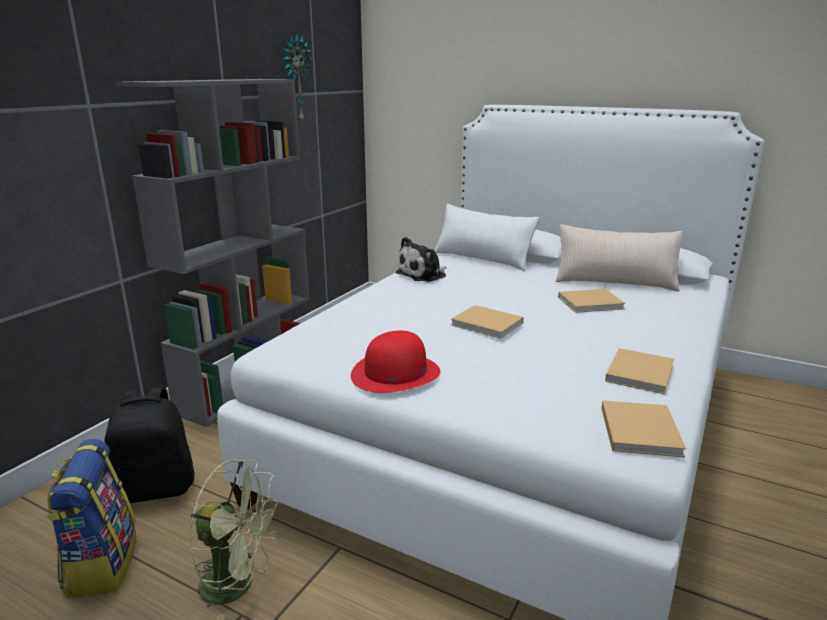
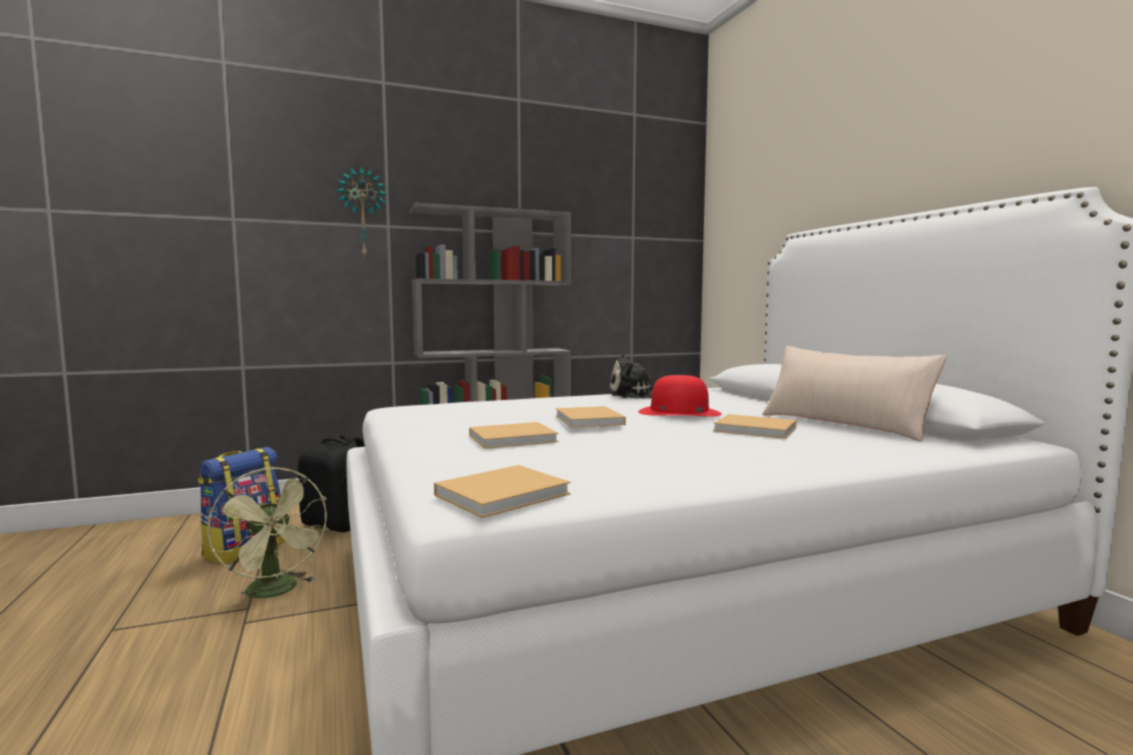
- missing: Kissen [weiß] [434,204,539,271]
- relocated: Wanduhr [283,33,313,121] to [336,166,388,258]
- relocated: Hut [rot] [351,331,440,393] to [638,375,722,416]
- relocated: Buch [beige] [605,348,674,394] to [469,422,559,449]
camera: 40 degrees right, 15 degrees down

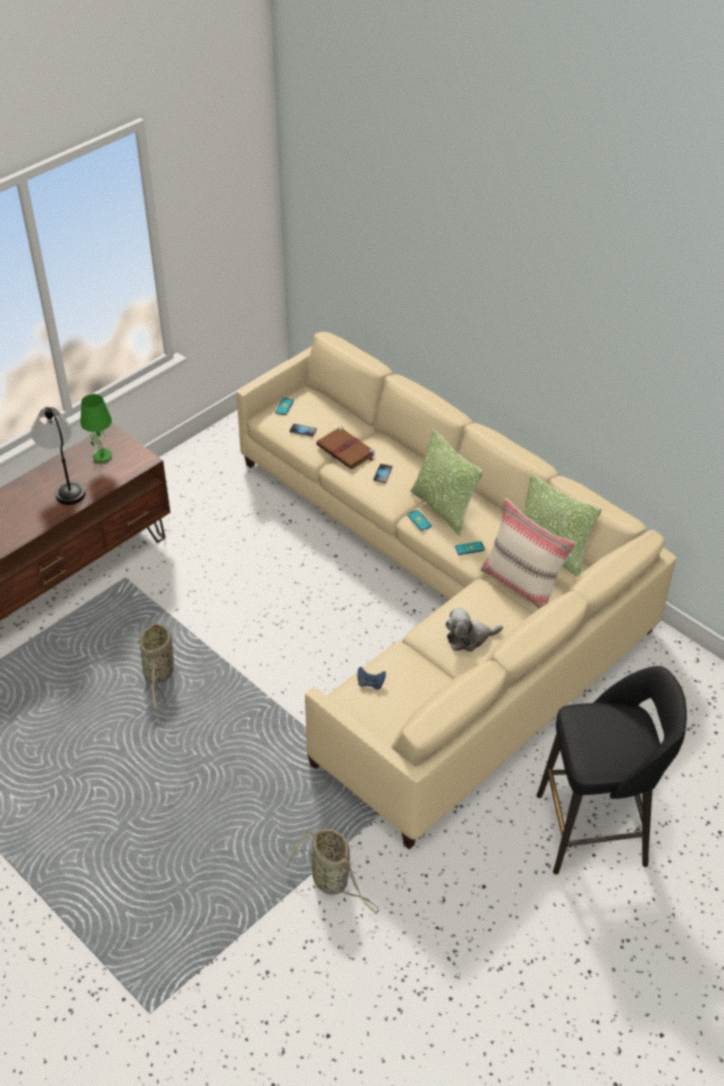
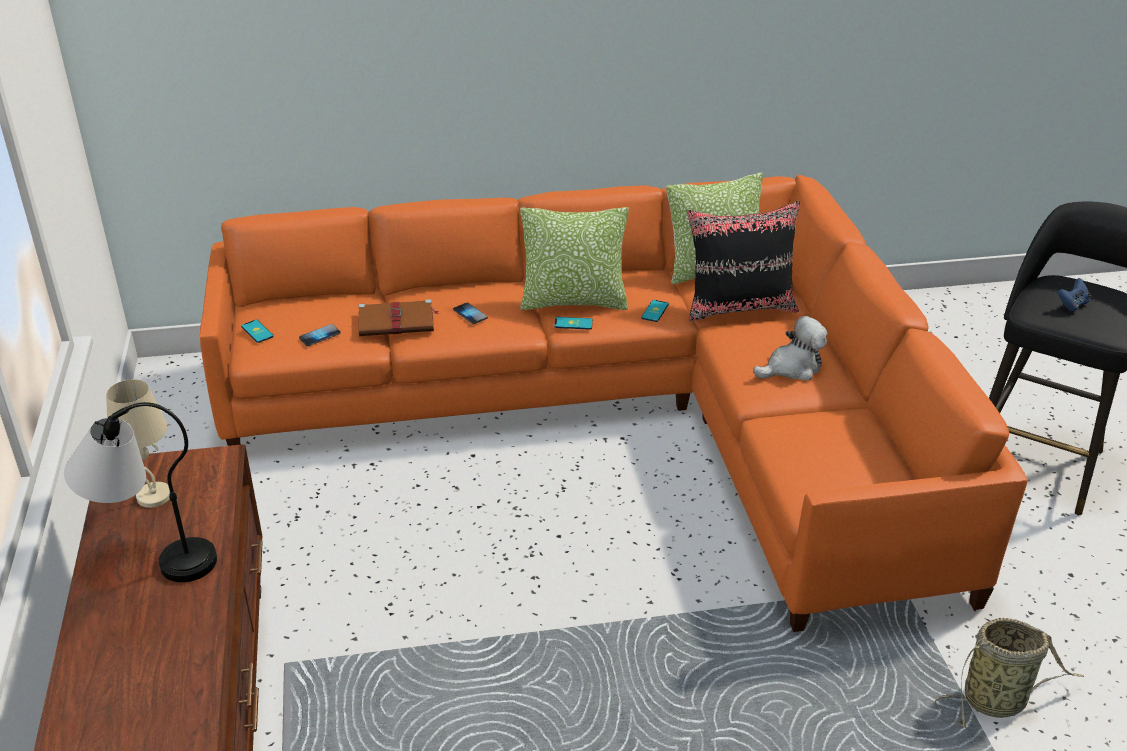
- missing: Korb [137,619,174,711]
- relocated: Gamepad [blau] [358,667,386,690] to [1058,278,1092,311]
- colour: Tischlampe [grün] [81,394,112,463] to Tischlampe [beige] [106,379,170,508]
- colour: Sofa [beige] [237,332,677,849] to Sofa [orange] [200,175,1028,632]
- colour: Kissen [beige] [480,498,576,609] to Kissen [schwarz] [687,201,800,322]
- spun: Plüschtier [445,608,503,652] = [753,316,827,381] 135 degrees counterclockwise
camera: 55 degrees left, 10 degrees down

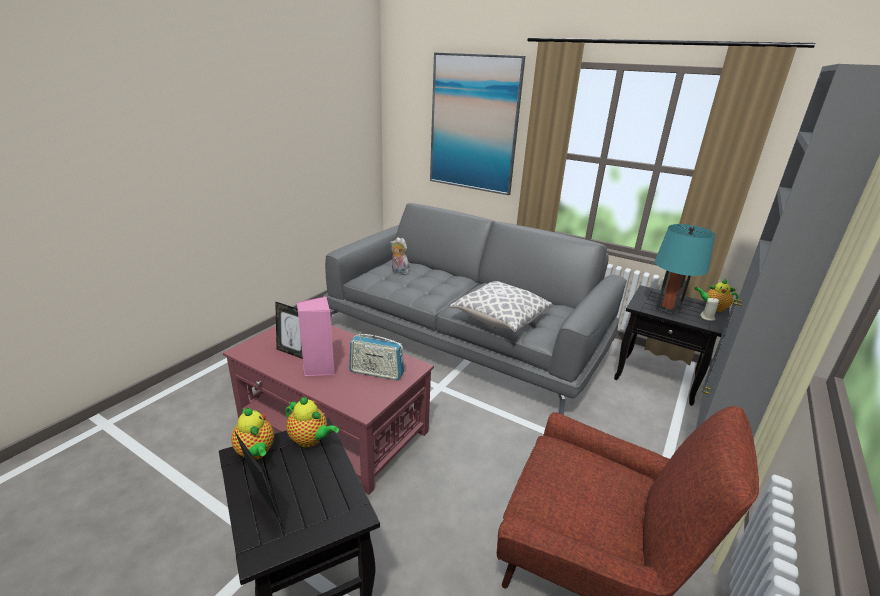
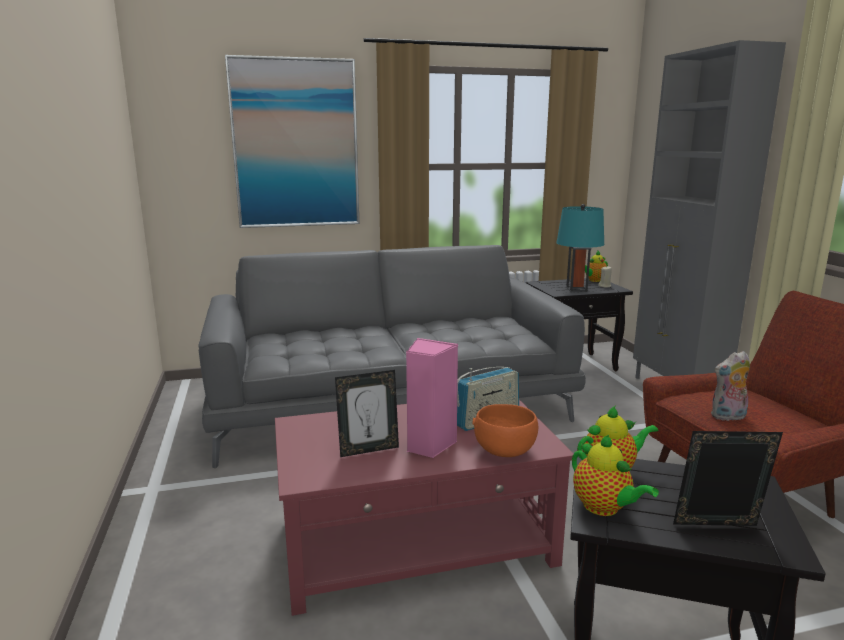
- missing: Kissen [449,281,552,332]
- appeared: Schüssel [orange] [472,404,538,457]
- relocated: Plüschtier [390,237,409,275] to [711,351,750,421]
- spun: Teekanne [231,408,274,460] = [572,435,659,516] 45 degrees clockwise
camera: 45 degrees left, 10 degrees down

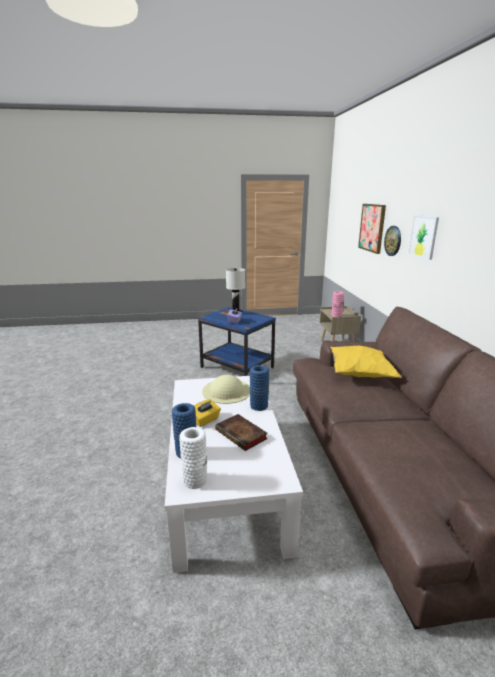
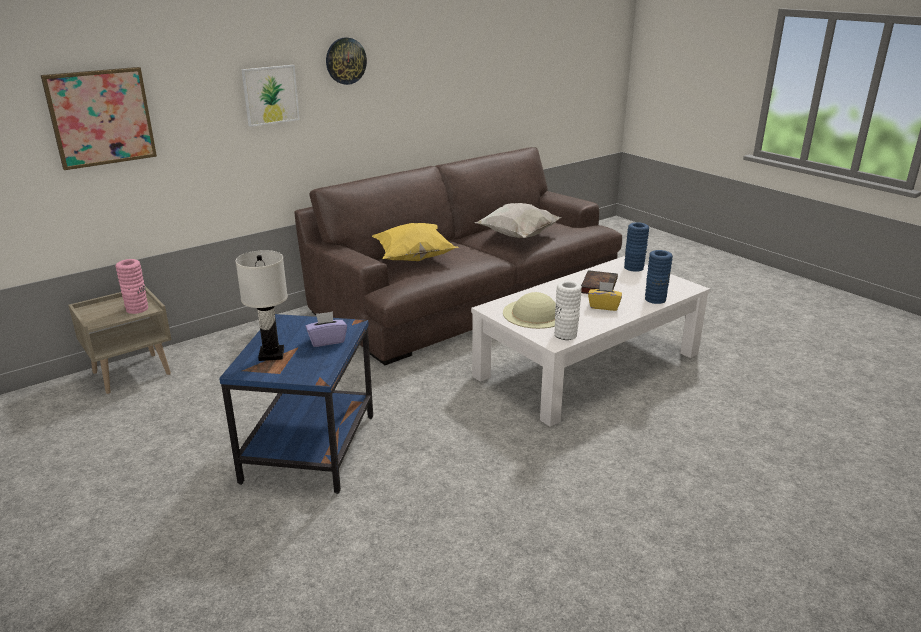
- appeared: Kissen [weiß] [475,203,562,238]
- relocated: Vase [weiß] [179,427,207,489] to [554,281,582,340]
- relocated: Vase [blau] [250,365,269,411] to [624,222,649,272]
- relocated: Wanduhr [384,226,401,256] to [326,37,367,85]
camera: 120 degrees left, 5 degrees up

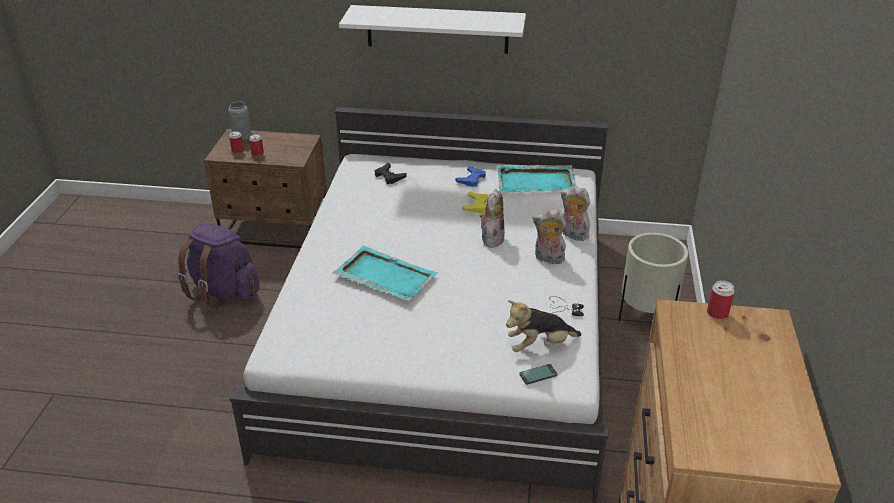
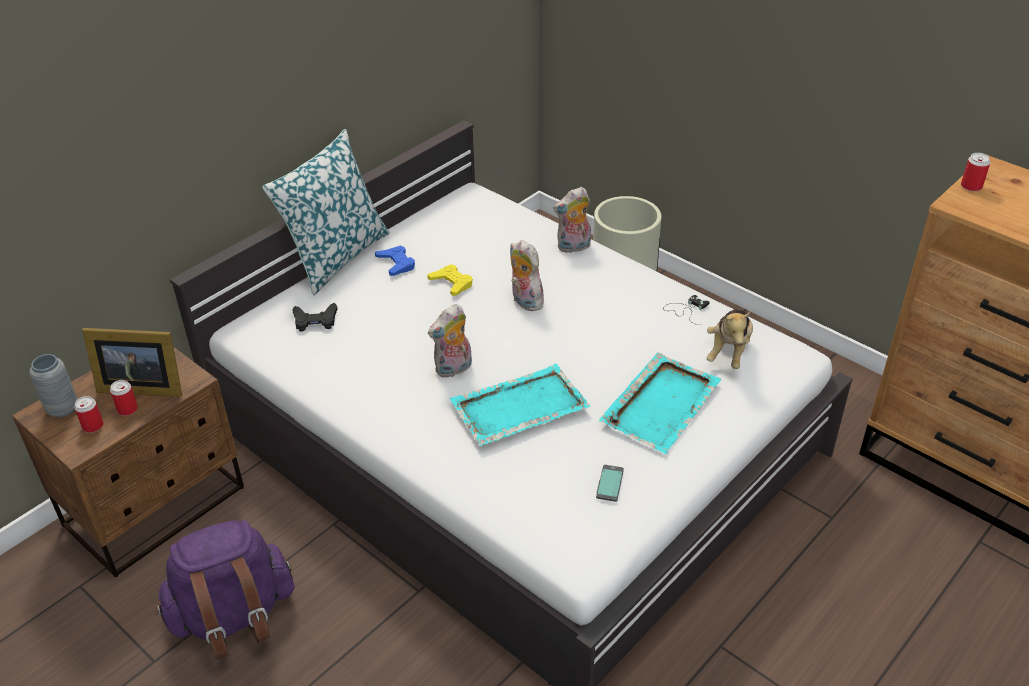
- missing: Wandregal [weiß] [339,5,526,54]
- appeared: Bilderrahmen [82,328,182,397]
- appeared: Kissen [262,129,390,295]
- relocated: Tablett [türkis] [497,165,577,192] to [599,353,721,454]
- relocated: Handy [519,364,557,385] to [596,465,624,502]
- relocated: Plüschtier [532,209,566,266] to [428,304,472,378]
camera: 55 degrees left, 5 degrees up

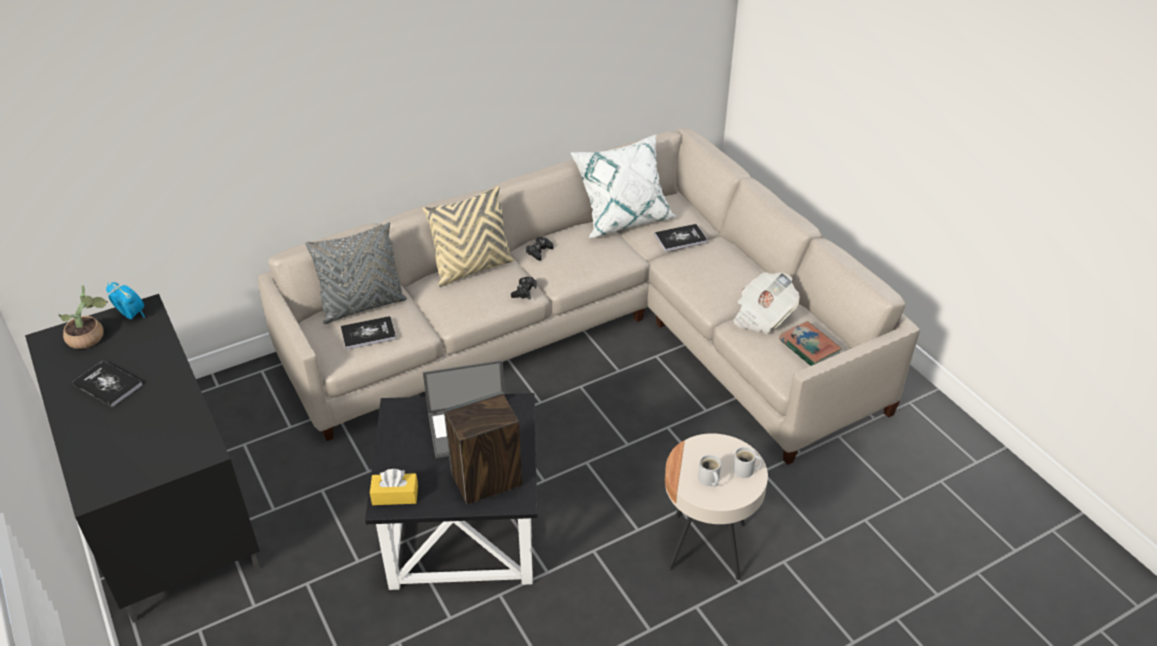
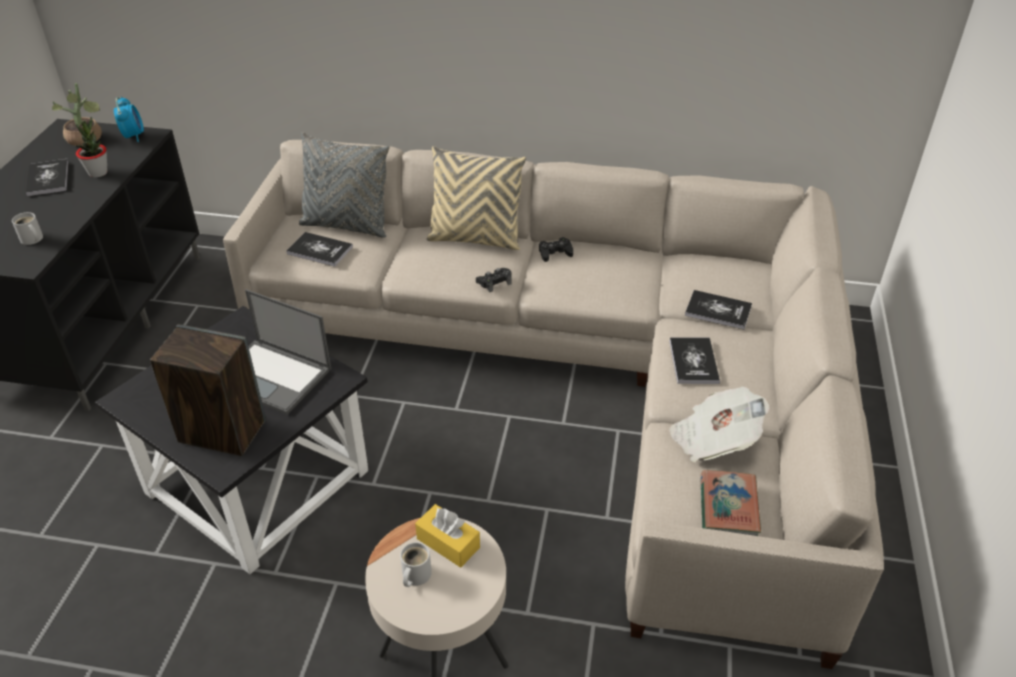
- missing: Kissen [weiß] [570,135,677,238]
- appeared: Topfpflanze [76,117,108,178]
- appeared: Buch [669,337,720,384]
- relocated: Taschentuchbox [gelb] [370,469,418,505] to [415,504,480,568]
- relocated: Henkelbecher [weiß] [733,447,763,478] to [12,212,43,245]
camera: 40 degrees right, 0 degrees up

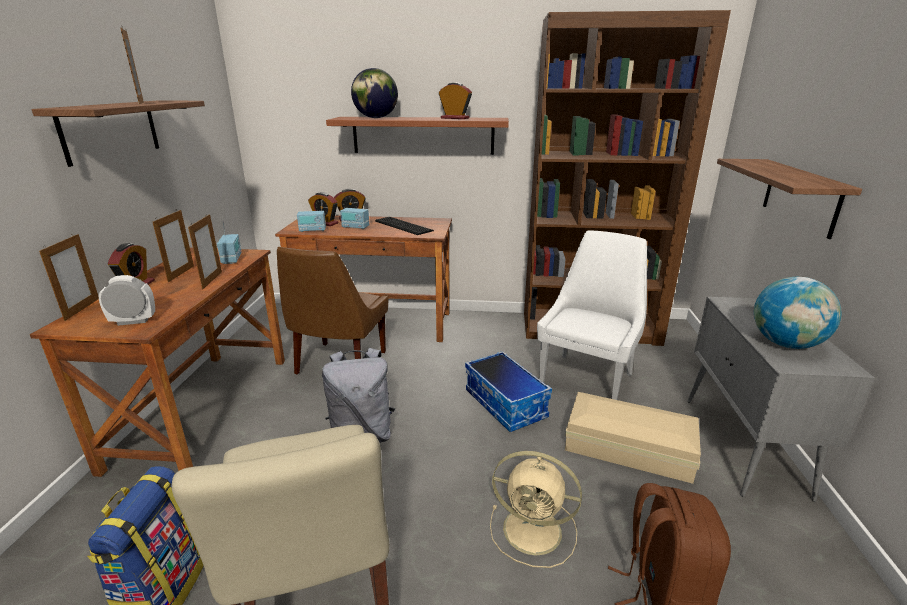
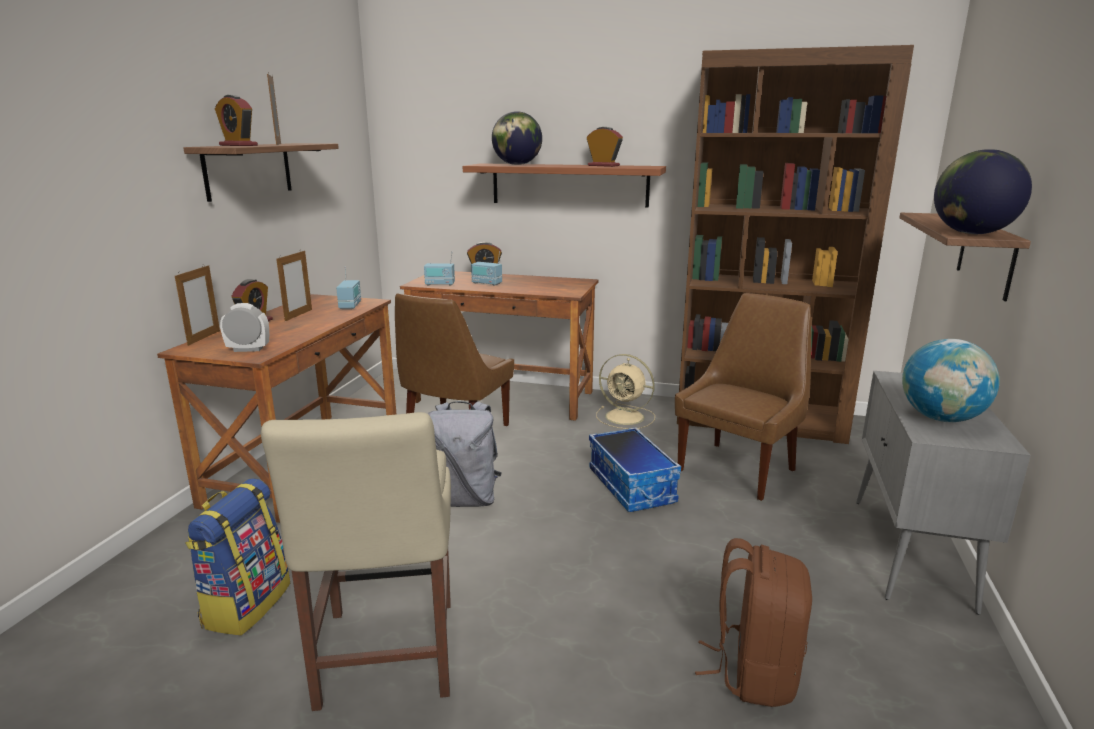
- missing: Bilderrahmen [188,214,222,289]
- missing: Tastatur [375,217,434,235]
- missing: Aufbewahrungsbox [beige] [565,392,701,484]
- appeared: Globus [934,149,1032,234]
- relocated: Wecker [308,192,339,226] to [215,95,258,146]
- relocated: Ventilator [beige] [490,451,582,568] to [596,354,655,429]
- colour: Stuhl [weiß] [537,230,647,400] to Stuhl [braun] [675,293,811,501]
camera: 10 degrees right, 5 degrees down

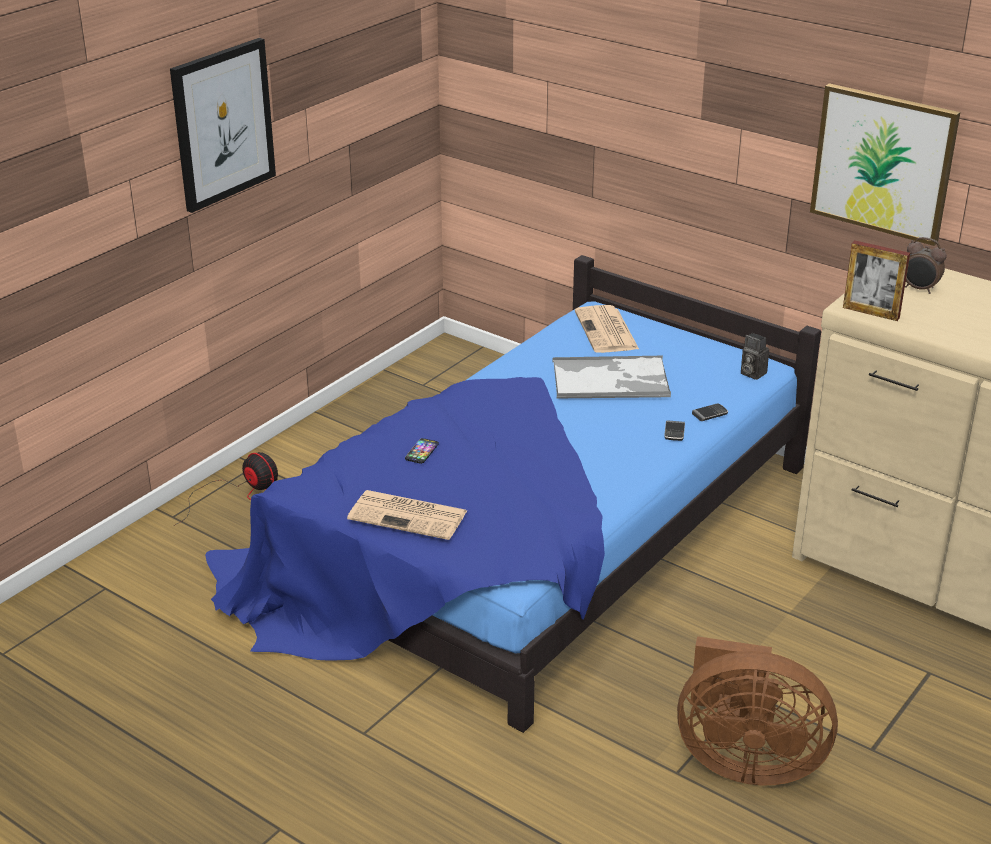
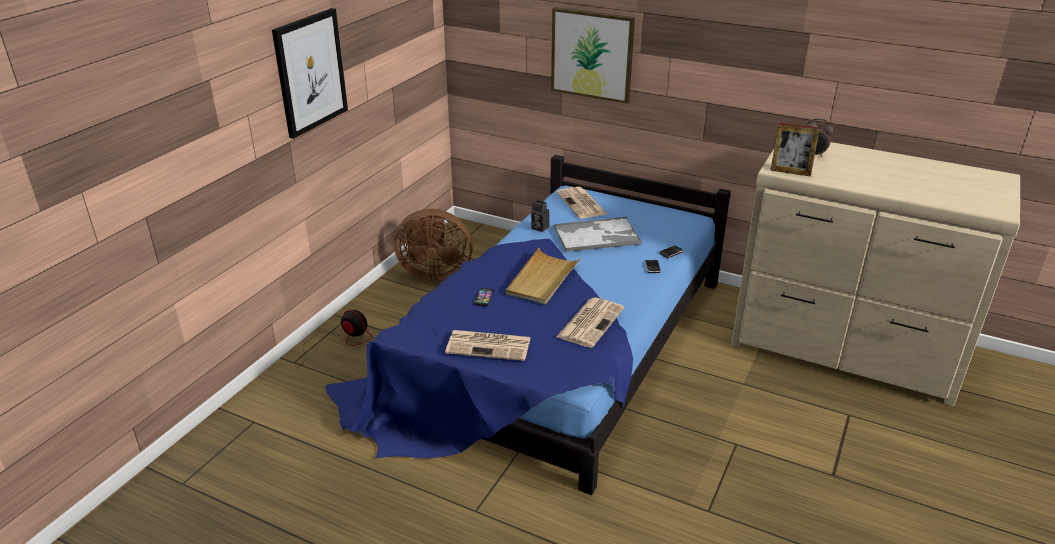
- appeared: Tablett [beige] [506,248,581,305]
- appeared: Zeitung [556,297,624,348]
- relocated: Ventilator [braun] [677,636,838,786] to [394,209,473,281]
- relocated: Kamera [741,333,769,380] to [531,200,549,232]
- relocated: Bild [810,83,960,246] to [551,7,635,104]
camera: 10 degrees left, 0 degrees up

